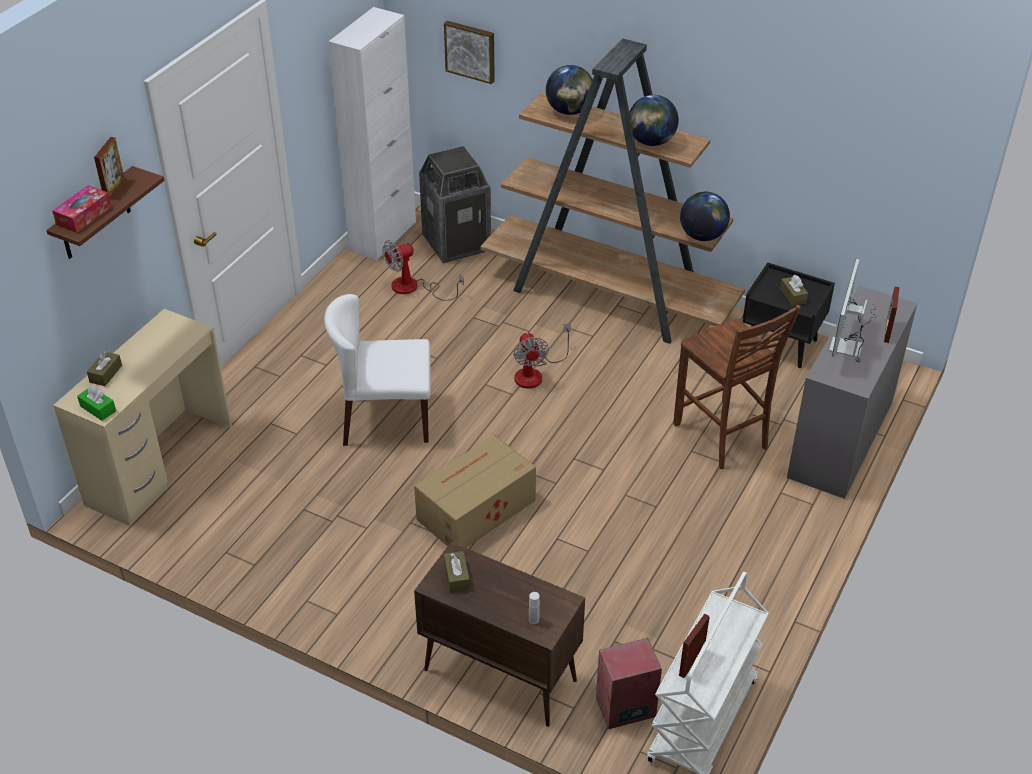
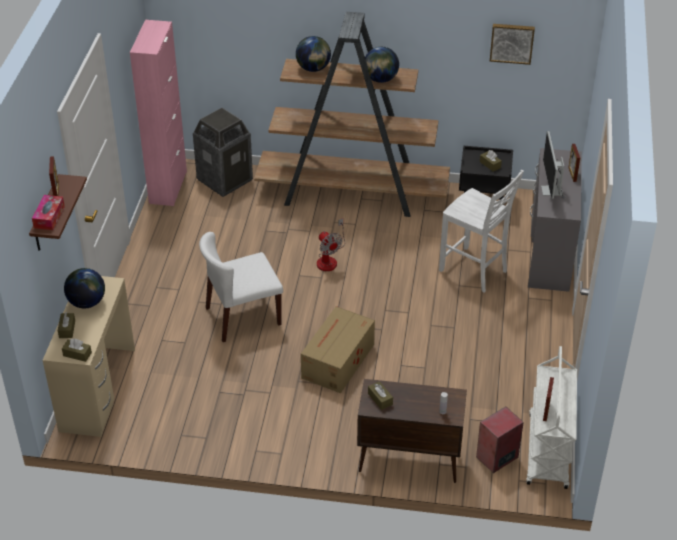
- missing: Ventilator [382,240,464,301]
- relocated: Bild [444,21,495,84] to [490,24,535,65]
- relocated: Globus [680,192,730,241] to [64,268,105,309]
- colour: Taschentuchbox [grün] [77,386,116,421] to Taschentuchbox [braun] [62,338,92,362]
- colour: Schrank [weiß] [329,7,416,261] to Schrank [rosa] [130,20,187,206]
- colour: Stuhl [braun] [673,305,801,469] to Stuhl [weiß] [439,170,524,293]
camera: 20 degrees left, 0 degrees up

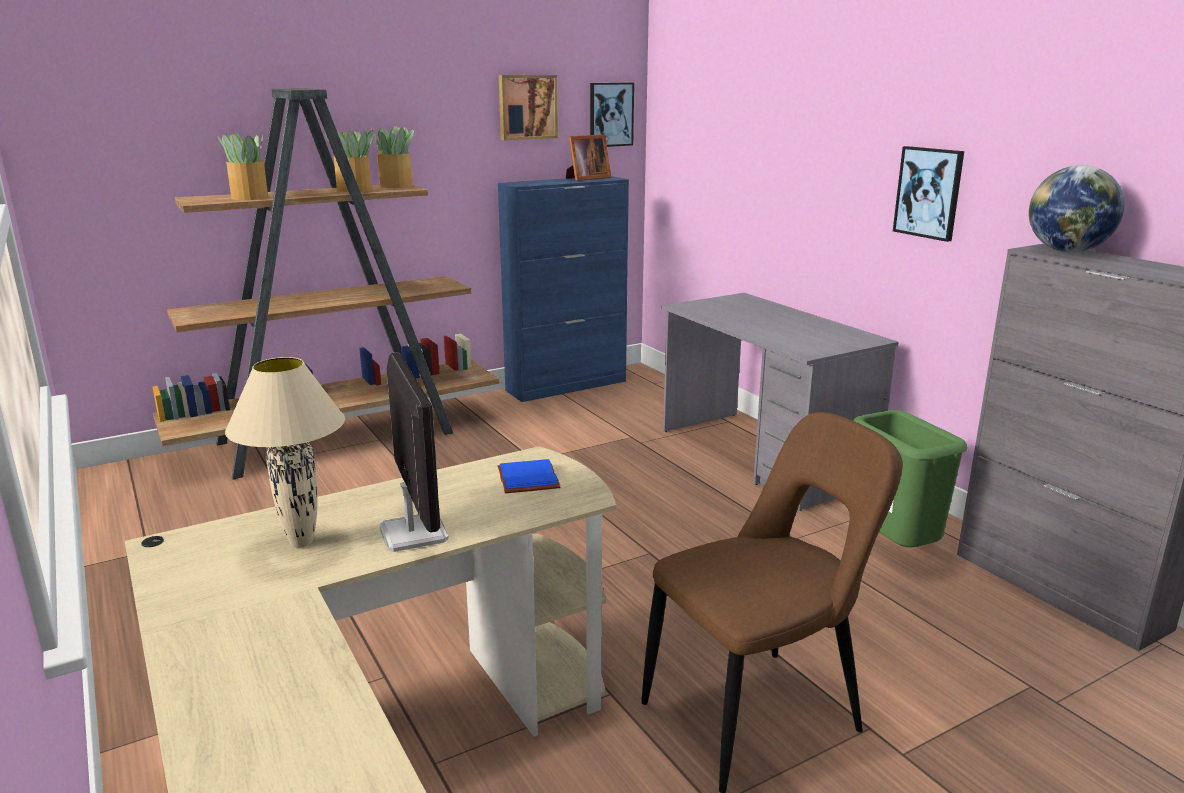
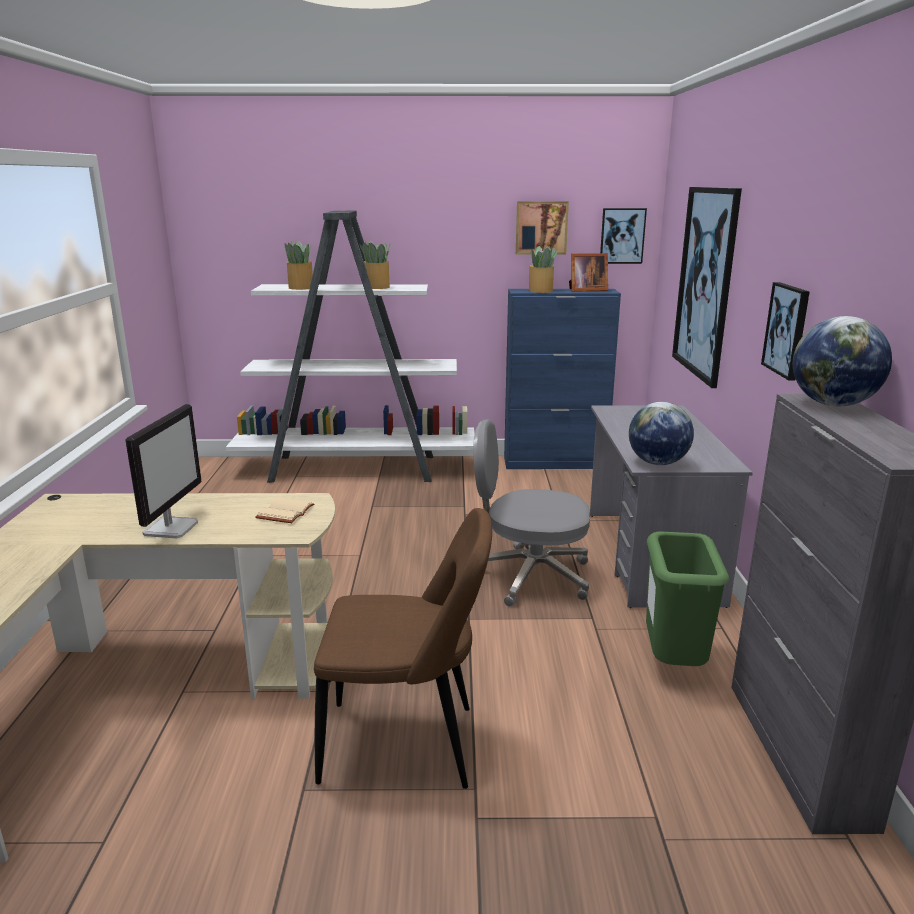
- missing: Tischlampe [beige] [225,357,345,548]
- appeared: Bürostuhl [grau] [473,419,590,607]
- appeared: Globus [629,402,694,465]
- appeared: Bild [672,187,742,388]
- relocated: Topfpflanze [371,126,414,188] to [529,246,558,293]
- colour: Bücherregal [braun] [152,88,500,479] to Bücherregal [weiß] [226,211,475,483]
- colour: Buch [blau] [497,459,560,493] to Buch [beige] [255,498,314,523]
camera: 30 degrees right, 0 degrees up

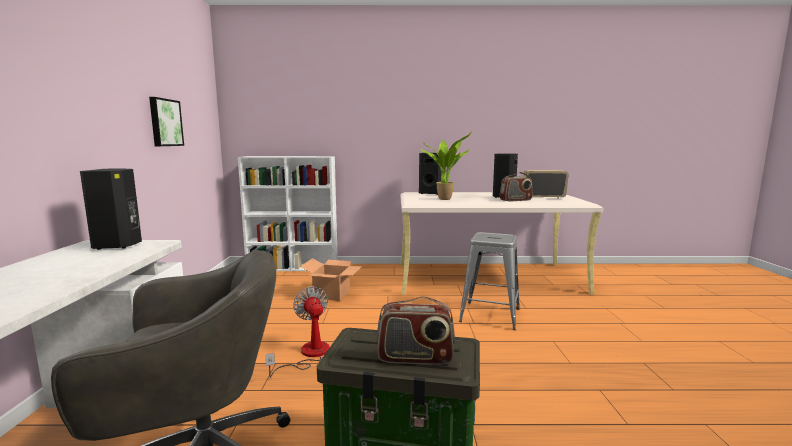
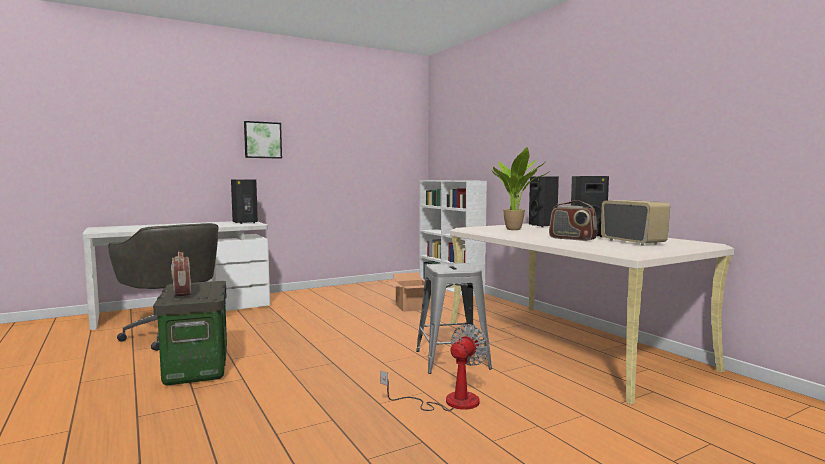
- relocated: Bild [149,97,184,146] to [244,121,282,159]
- relocated: Ventilator [265,286,330,378] to [380,324,489,411]
camera: 60 degrees right, 5 degrees down

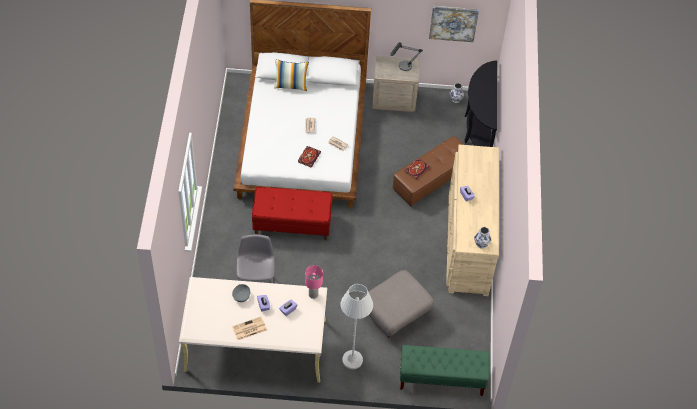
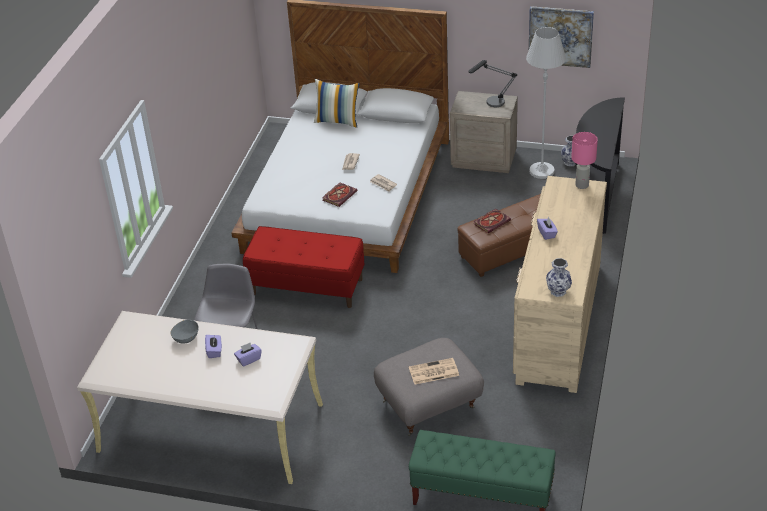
- relocated: Zeitung [232,317,267,340] to [409,358,459,385]
- relocated: Tischlampe [rosa] [305,265,323,299] to [571,132,598,189]
- relocated: Stehlampe [weiß] [341,284,373,369] to [526,27,566,179]
camera: 15 degrees right, 15 degrees down

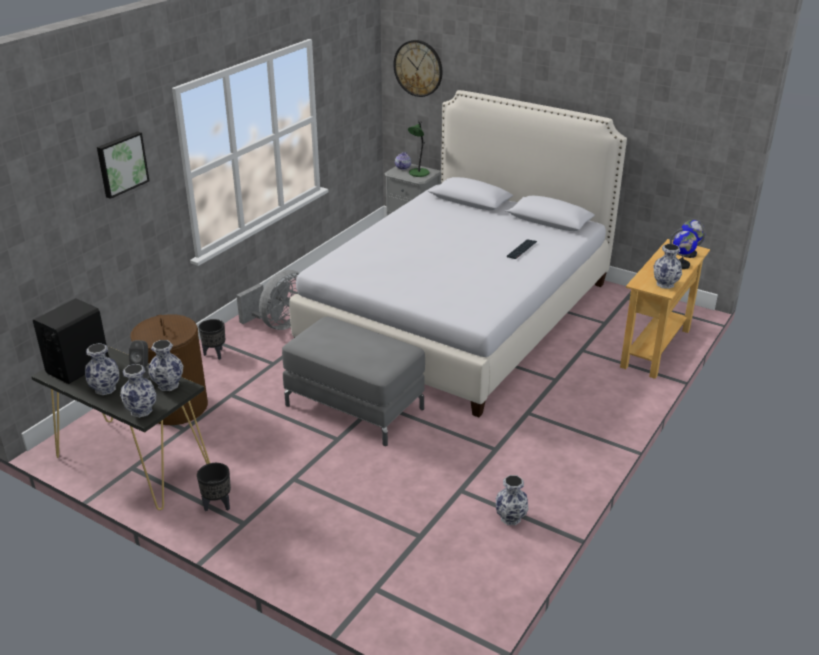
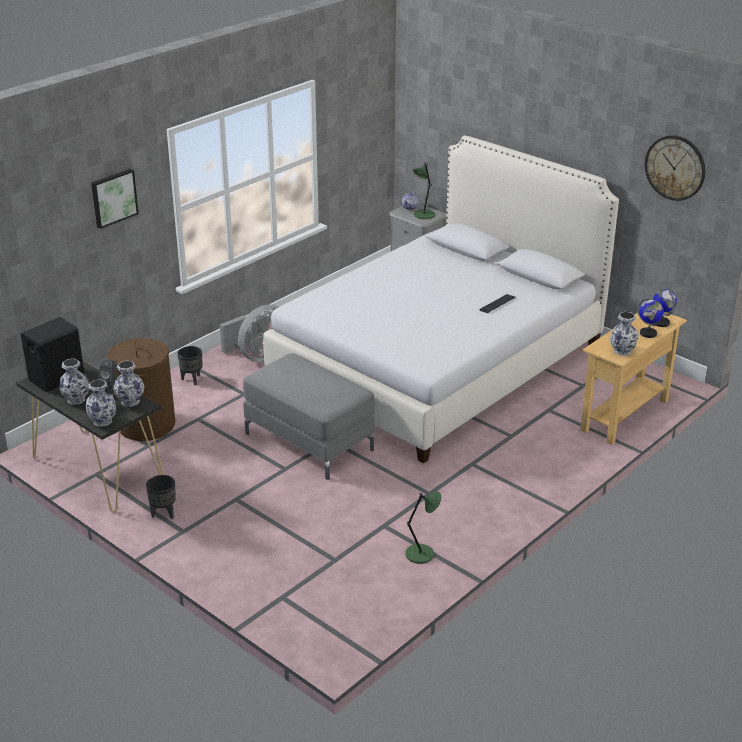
- relocated: Wanduhr [393,40,442,97] to [645,135,705,201]
- exchanged: Vase [496,475,528,525] to Tischlampe [grün] [405,492,441,564]
camera: 10 degrees right, 0 degrees up

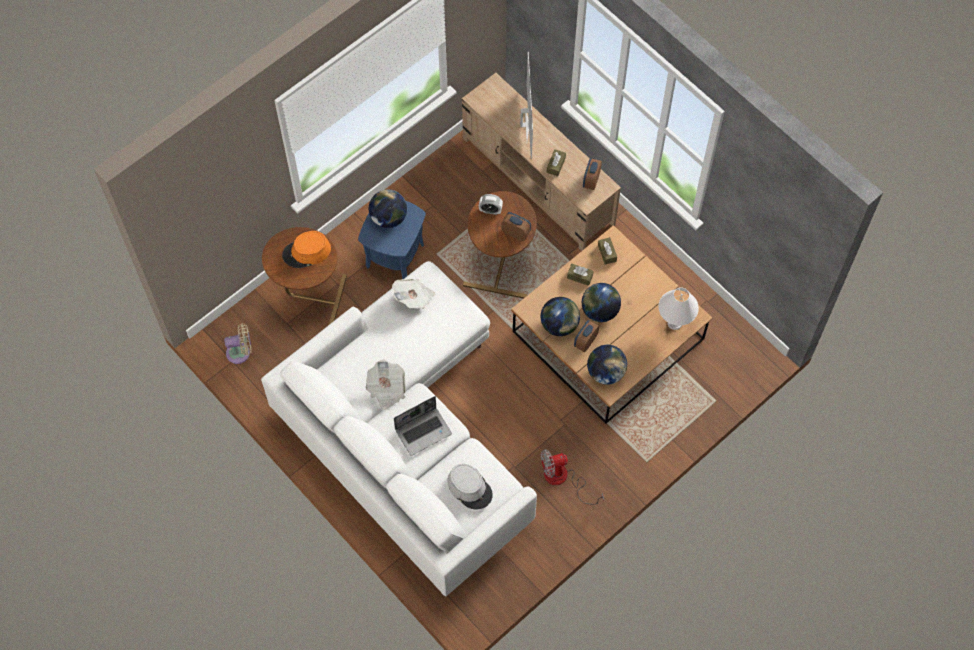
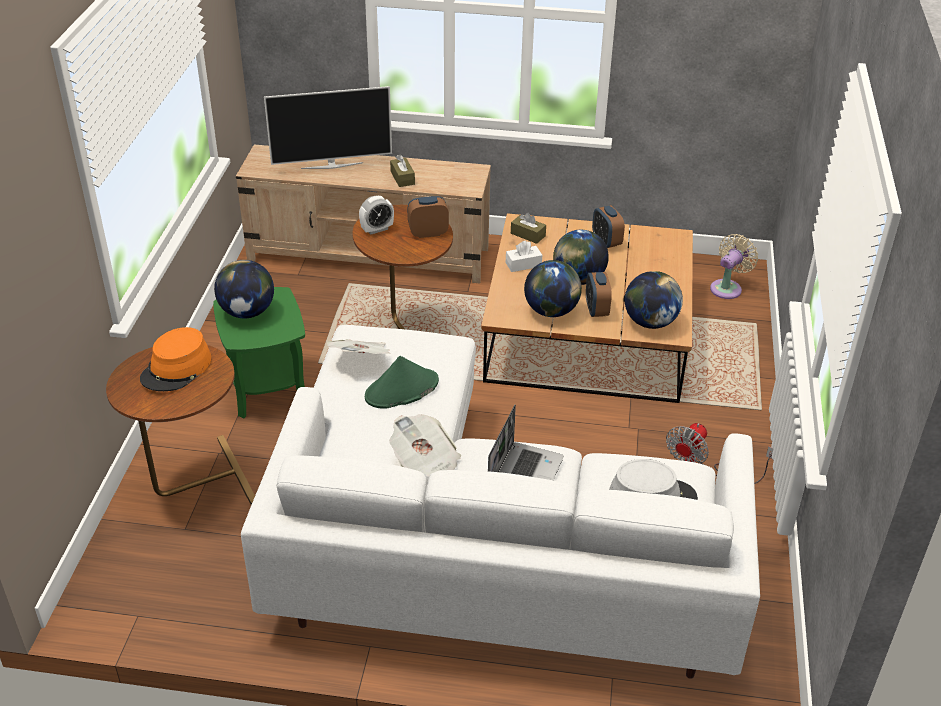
- missing: Tischlampe [weiß] [659,288,699,330]
- appeared: Hut [grün] [365,356,439,408]
- relocated: Ventilator [beige] [224,323,252,364] to [710,234,758,299]
- relocated: Wecker [583,158,602,190] to [592,205,625,248]
- colour: Beistelltisch [blau] [358,201,426,279] to Beistelltisch [grün] [213,287,305,418]
- colour: Taschentuchbox [braun] [567,264,594,286] to Taschentuchbox [weiß] [506,241,542,272]
- spun: Fernseher [520,52,533,159] = [264,86,392,169] 120 degrees clockwise
camera: 40 degrees left, 25 degrees down

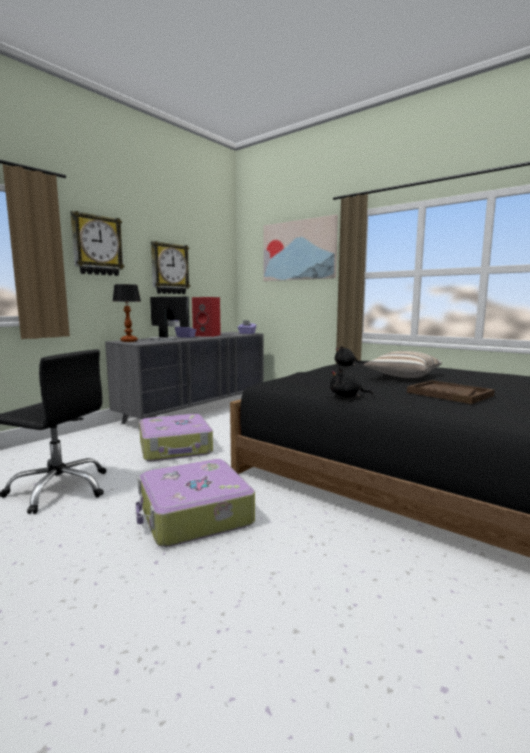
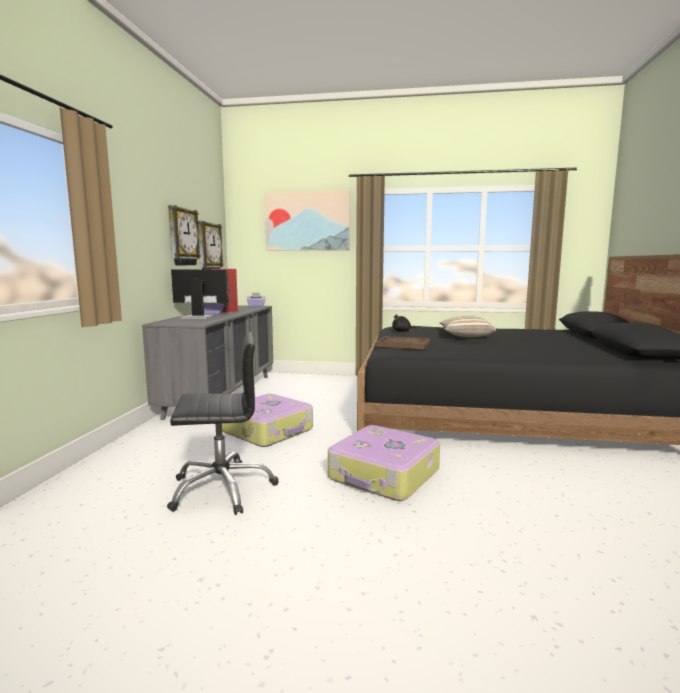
- missing: Tischlampe [112,284,141,342]
- missing: Plüschtier [schwarz] [330,368,373,397]
- relocated: Wanduhr [70,211,125,276] to [198,221,224,270]
- relocated: Tablett [braun] [407,380,495,404] to [376,336,430,349]
camera: 30 degrees left, 0 degrees up

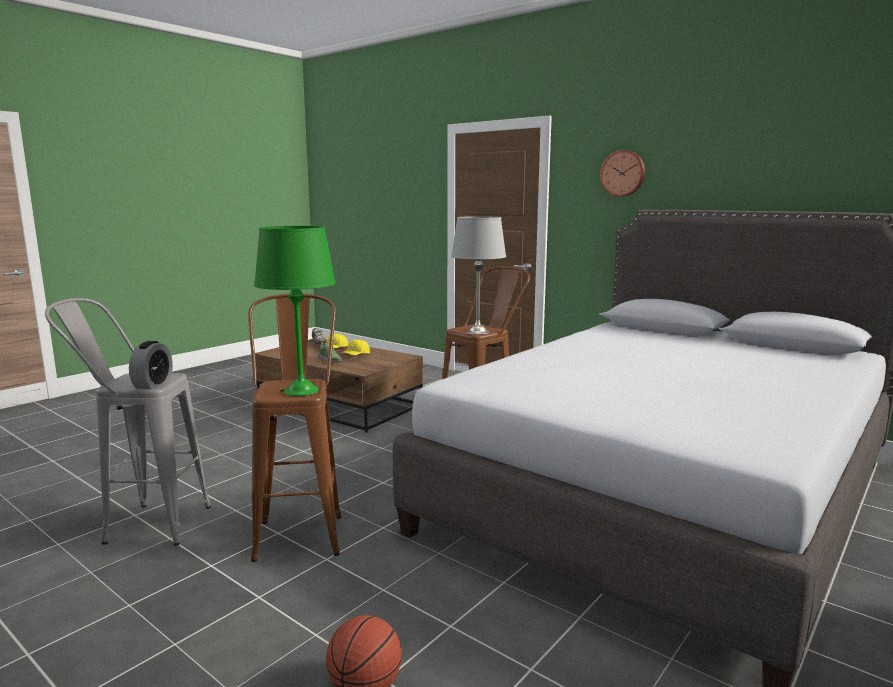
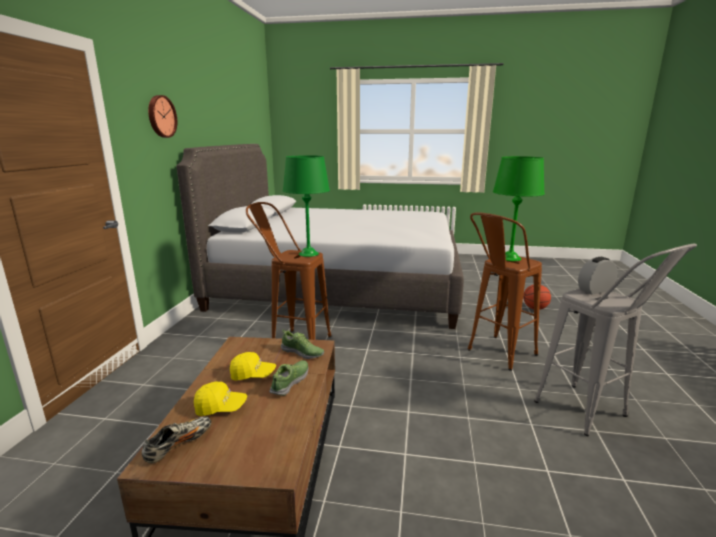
- appeared: Schuh [281,330,324,359]
- colour: Tischlampe [grau] [451,216,506,335] to Tischlampe [grün] [283,155,330,257]
camera: 120 degrees left, 5 degrees up

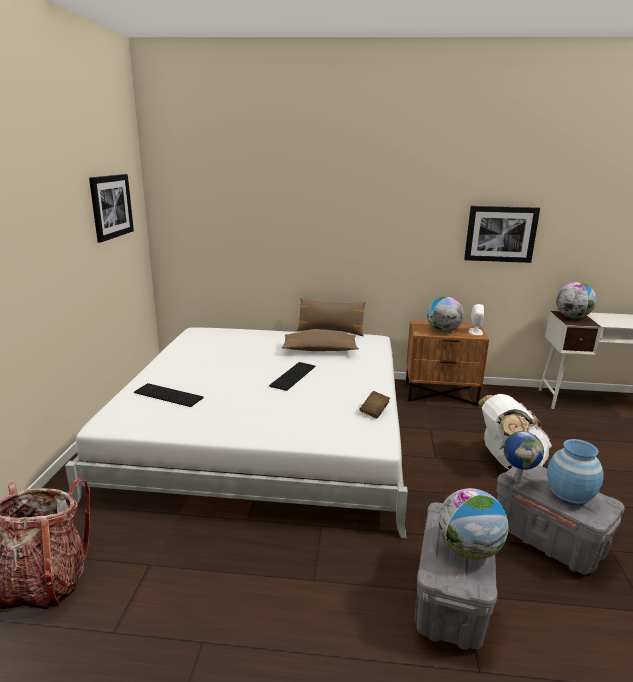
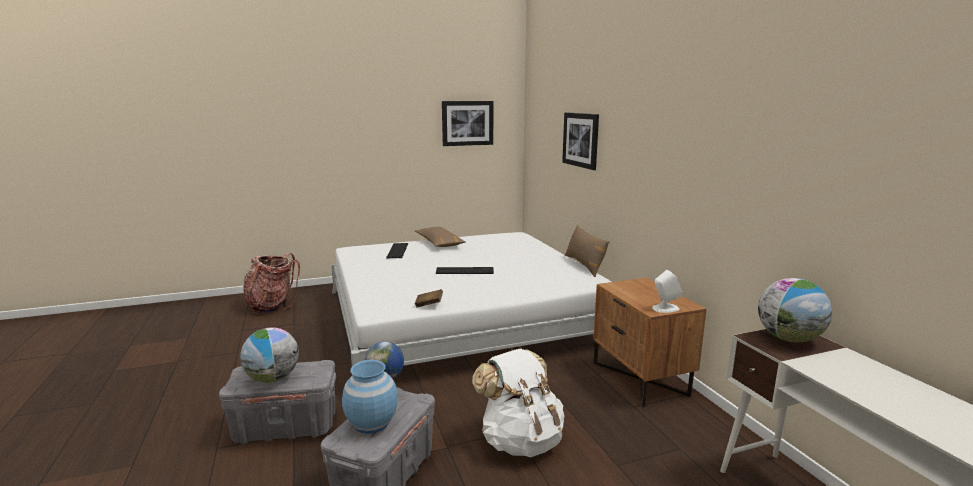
- missing: Globus [427,297,464,332]
- relocated: Kissen [braun] [282,332,359,351] to [415,227,466,247]
- relocated: Bild [464,206,540,263] to [562,112,599,170]
camera: 65 degrees right, 5 degrees down

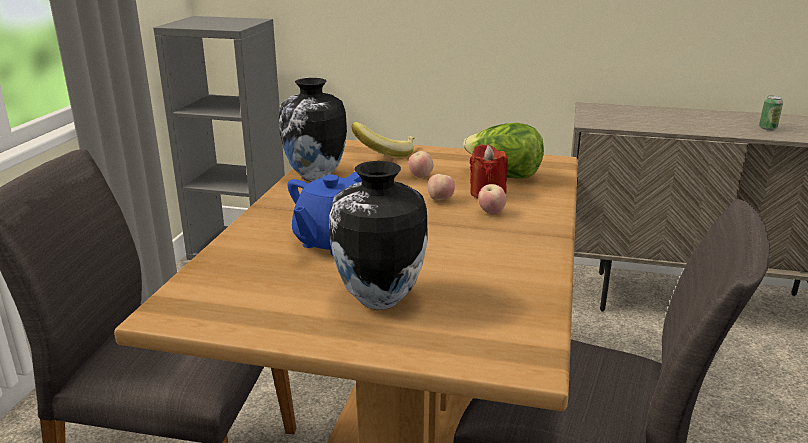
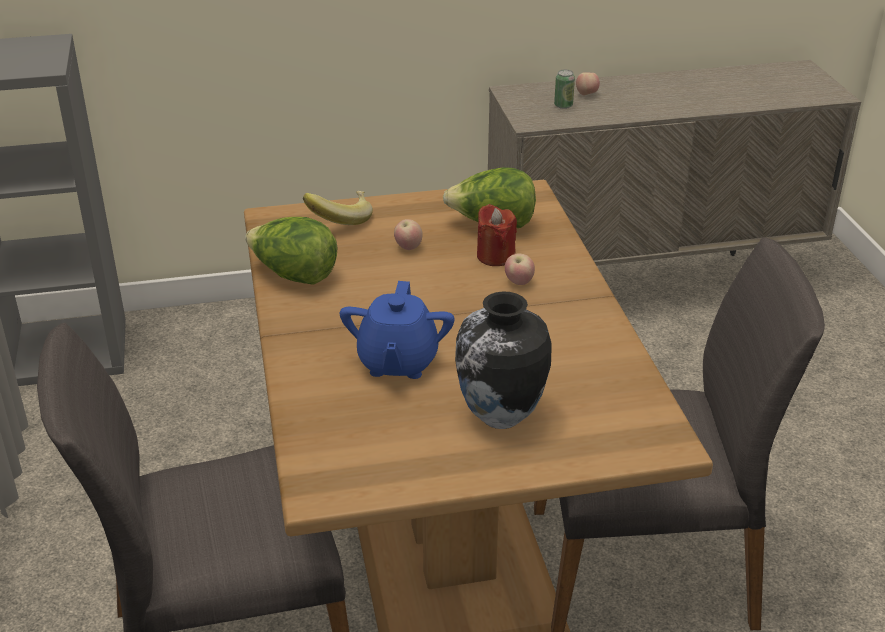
- relocated: Apfel [427,174,455,200] to [576,73,600,95]
- relocated: Dose [759,95,783,130] to [554,70,575,109]
- exchanged: Vase [279,78,347,181] to Salatkopf [245,217,337,285]
camera: 25 degrees left, 10 degrees up

